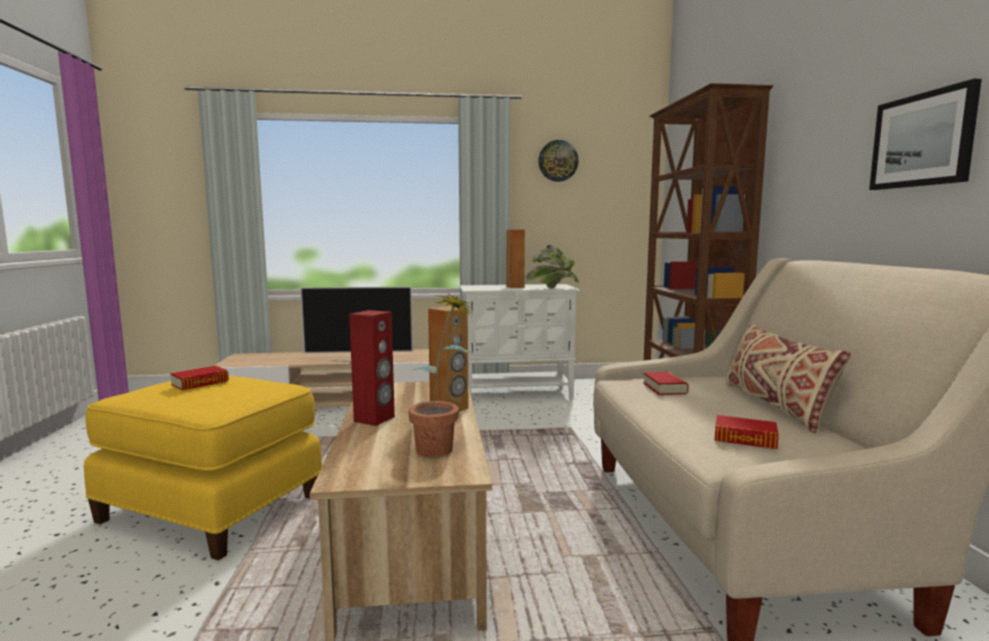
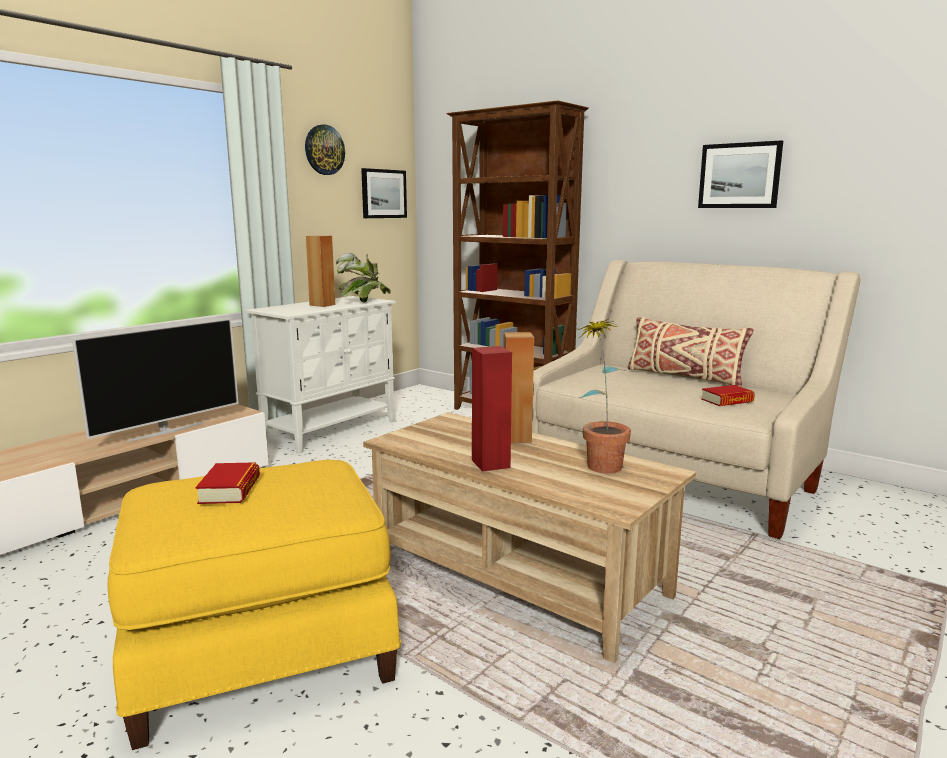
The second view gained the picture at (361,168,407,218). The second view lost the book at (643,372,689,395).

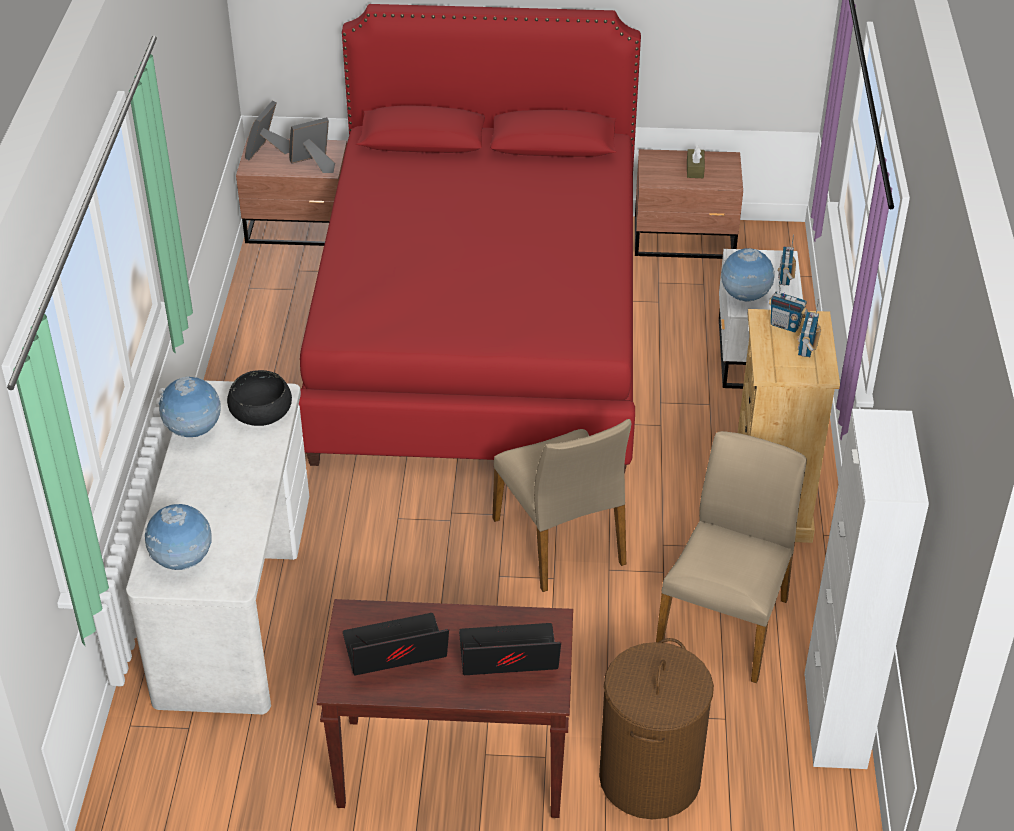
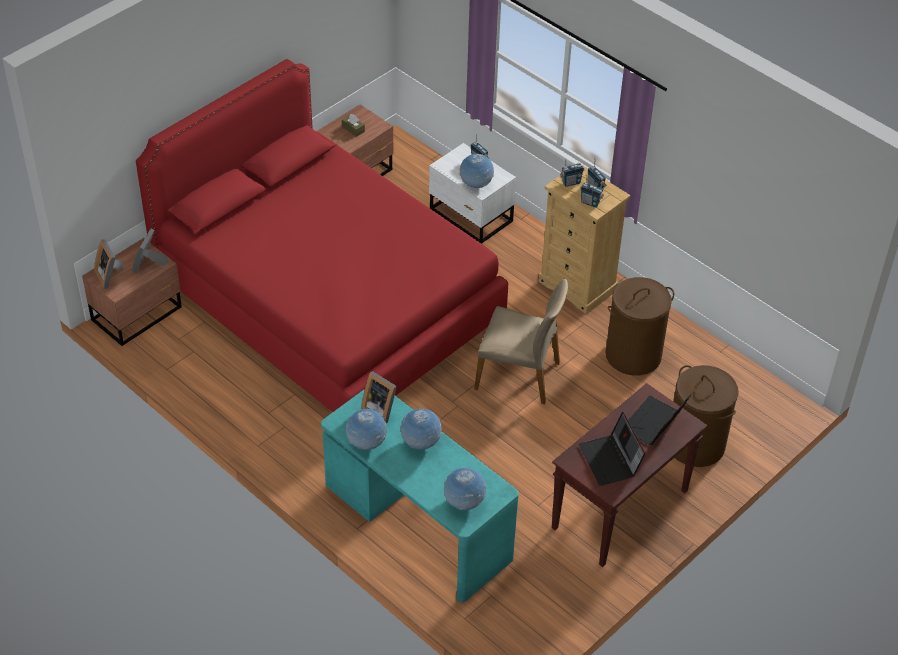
What was the white desk at (126,380,309,714) turned into the turquoise desk at (321,389,519,602). Where the black bowl stood at (227,370,292,426), the picture frame came to stand at (361,371,397,423). The second view gained the globe at (401,409,442,450). The laptop at (343,613,449,675) ended up facing another way, 45 degrees counterclockwise from before. The second view gained the radio at (580,175,604,208). Where the beige chair stood at (656,431,807,683), the brown laundry basket came to stand at (605,277,674,376). The second view lost the white cabinet at (804,409,929,769).

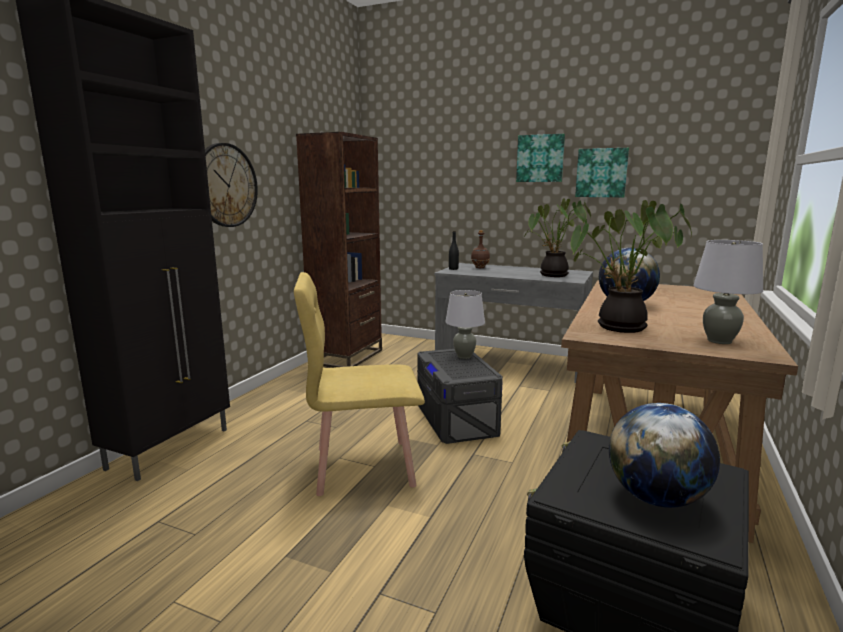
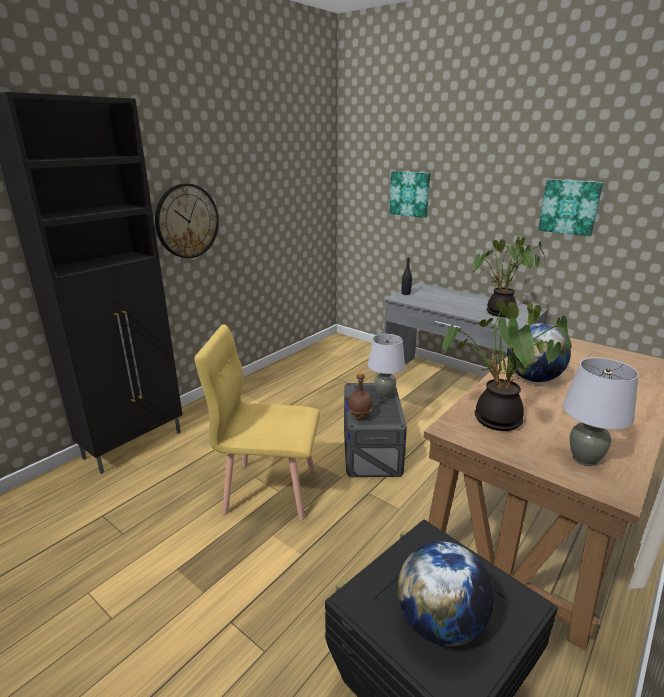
The brown bottle ended up elsewhere, having gone from (471,230,490,268) to (347,372,372,419). The picture ended up elsewhere, having gone from (516,134,565,182) to (389,171,430,218). The second view lost the brown bookcase at (296,132,382,368).

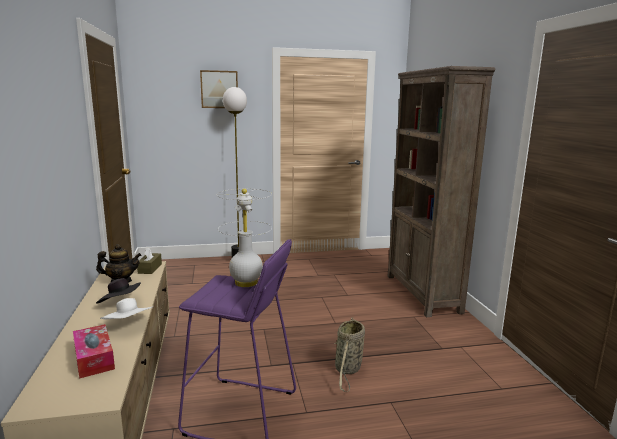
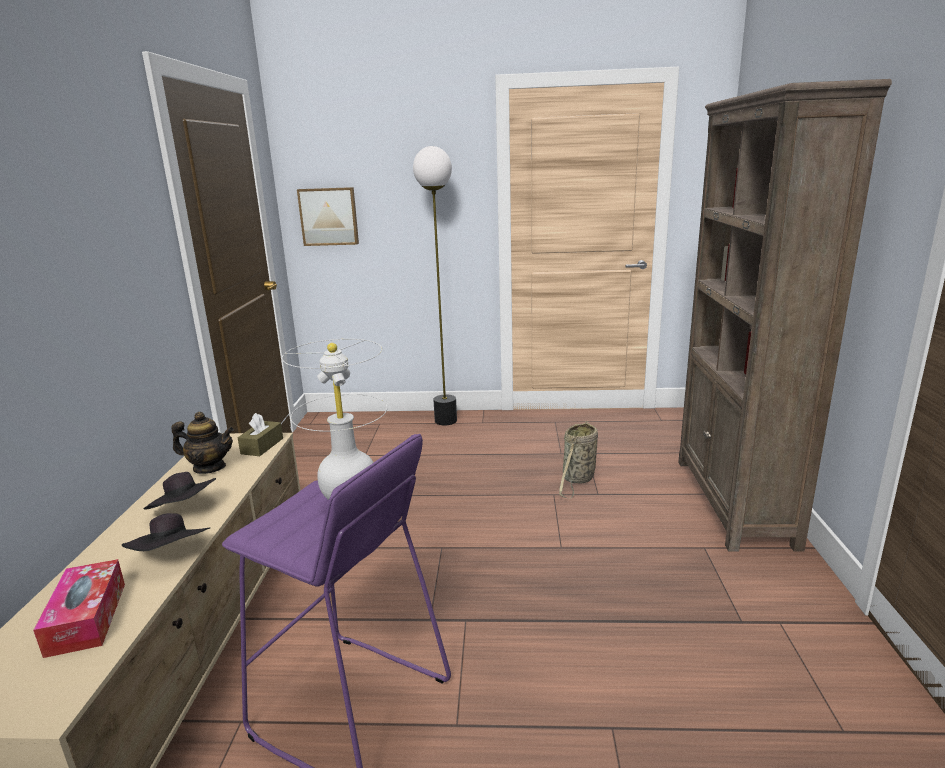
What was the white hat at (100,298,153,319) turned into the black hat at (122,513,210,551). The picture ended up elsewhere, having gone from (200,70,238,108) to (297,187,359,246). The basket ended up elsewhere, having gone from (334,317,365,392) to (559,421,598,499).

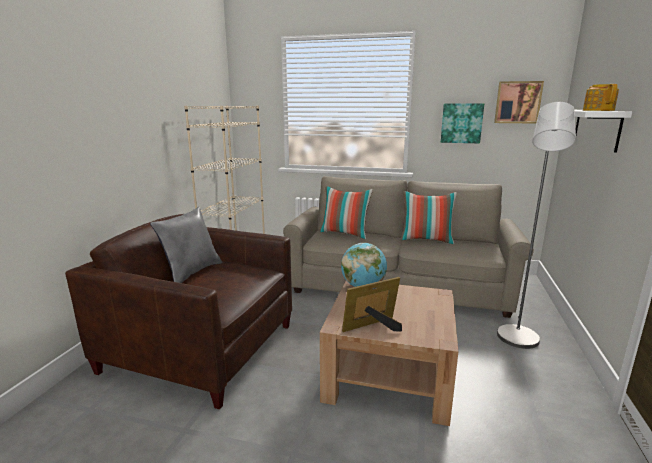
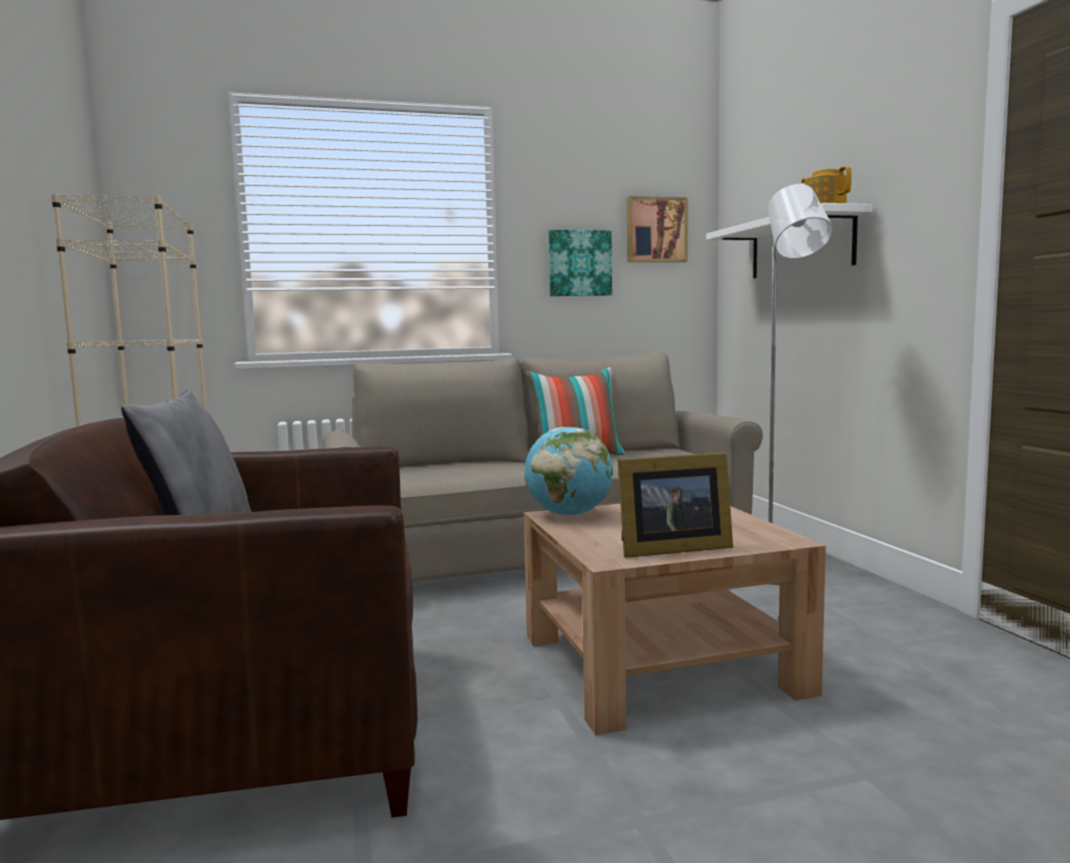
The picture frame at (342,277,402,332) ended up facing another way, 135 degrees counterclockwise from before. The second view lost the pillow at (320,186,373,239).

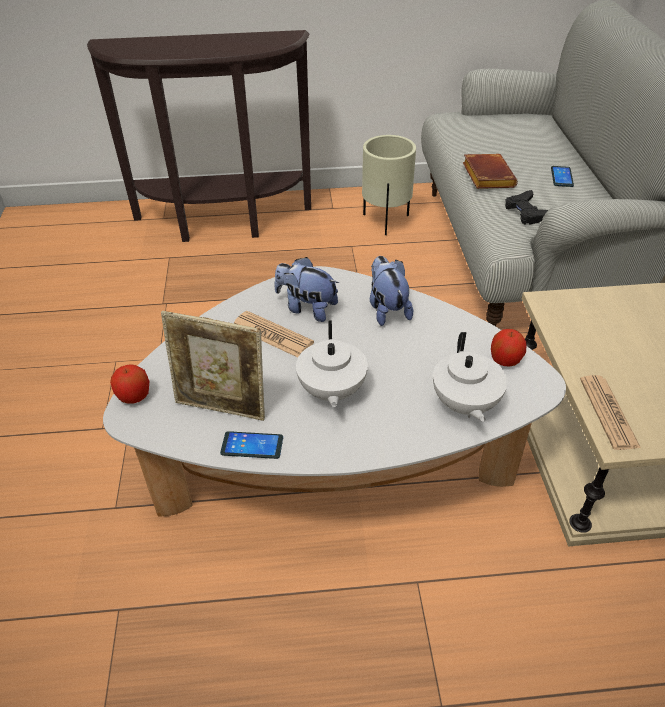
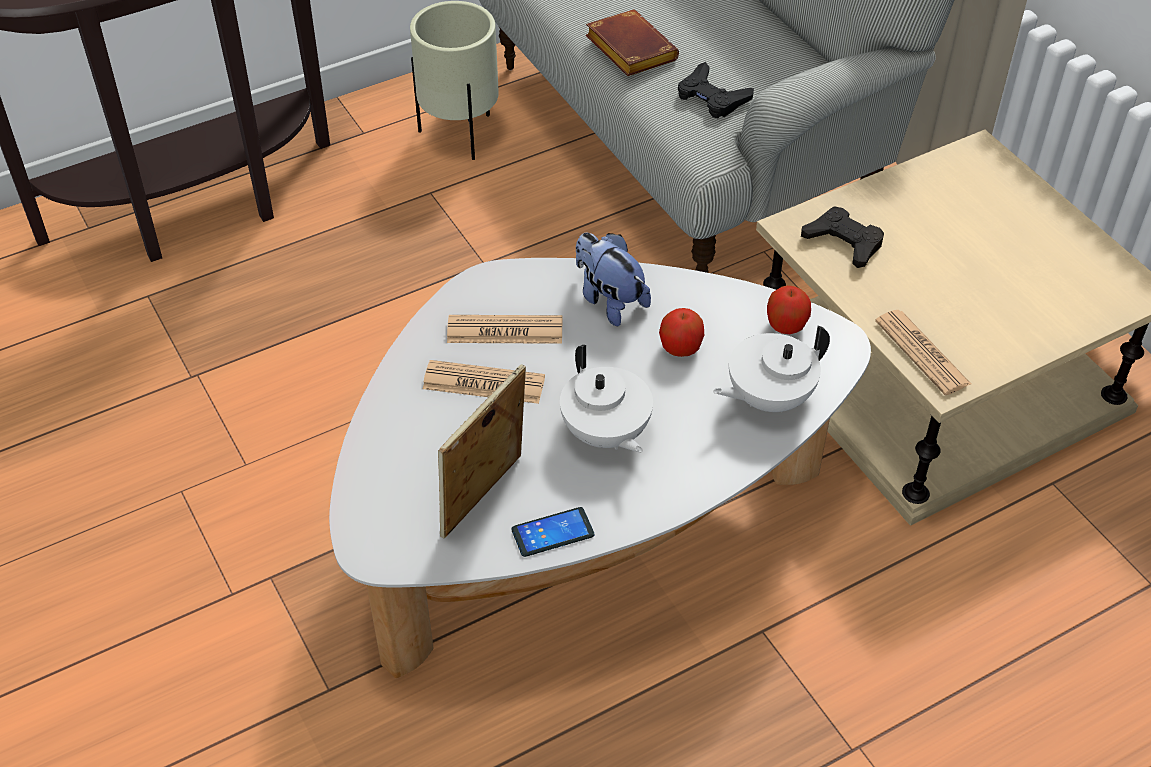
The picture frame at (161,311,265,421) ended up facing another way, 135 degrees clockwise from before. Where the plush toy stood at (274,257,339,322), the newspaper came to stand at (447,315,562,344). The apple ended up elsewhere, having gone from (110,364,149,404) to (659,308,704,357). The white teapot at (433,332,507,422) ended up facing another way, 90 degrees clockwise from before. The second view gained the black game controller at (801,206,884,268). The second view lost the phone at (551,166,574,187).

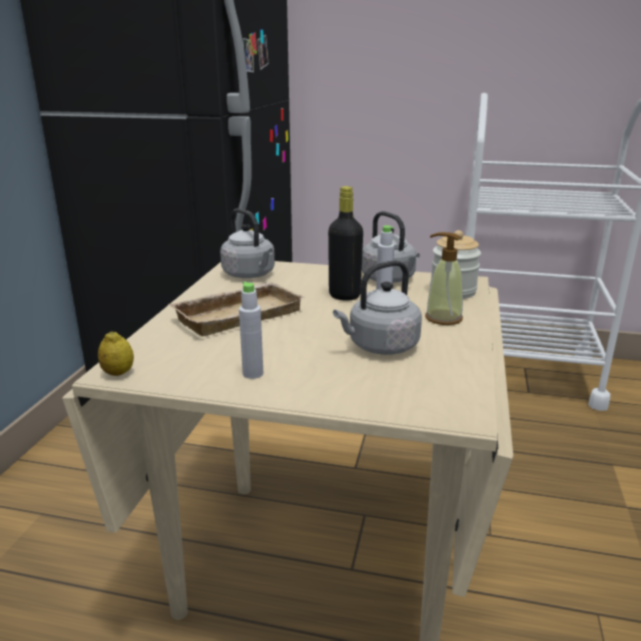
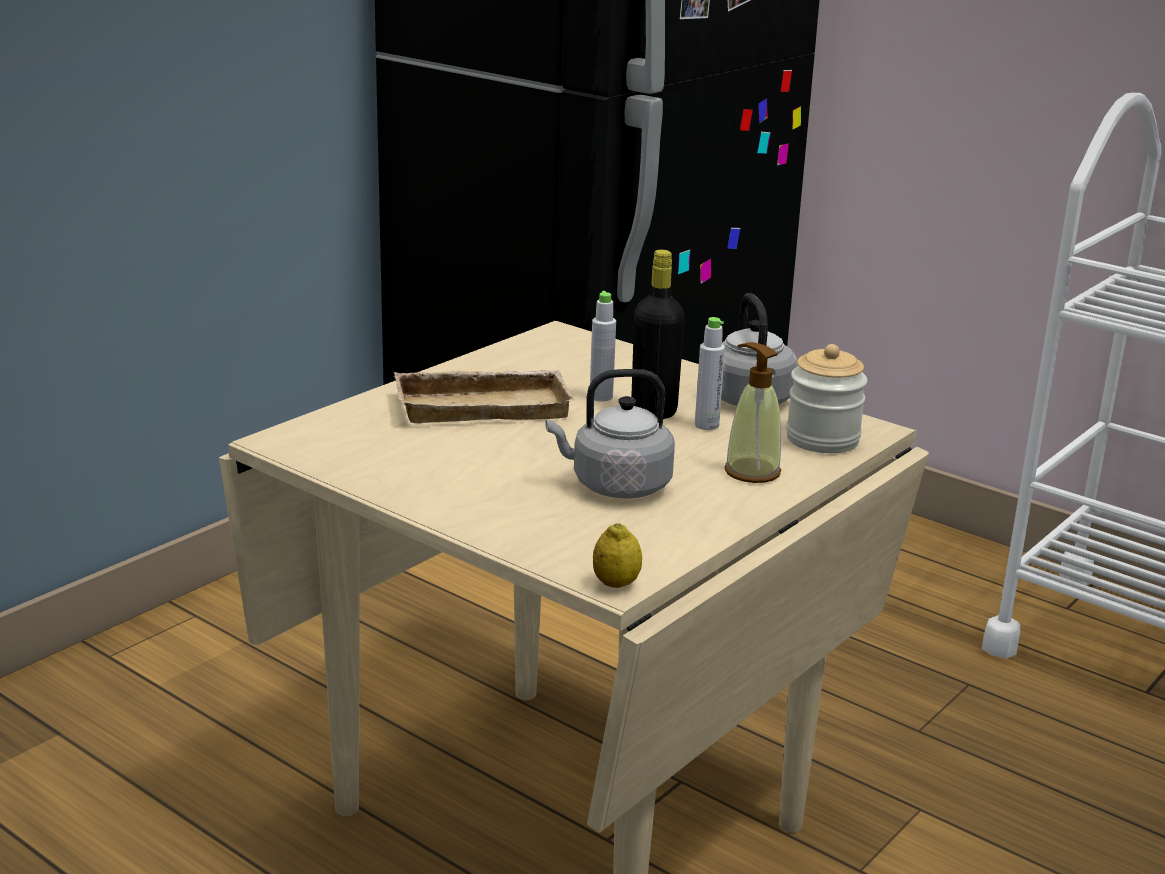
The grey bottle ended up elsewhere, having gone from (239,282,263,379) to (590,291,616,402). The lemon ended up elsewhere, having gone from (98,331,134,376) to (593,523,642,588). The second view lost the grey kettle at (220,208,275,278).

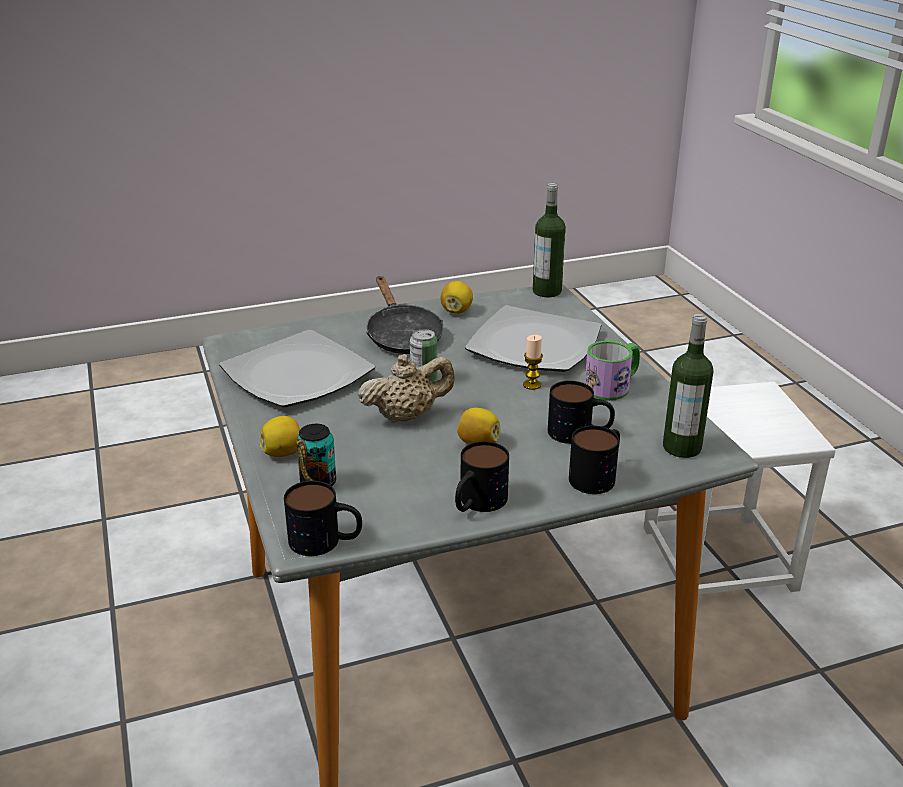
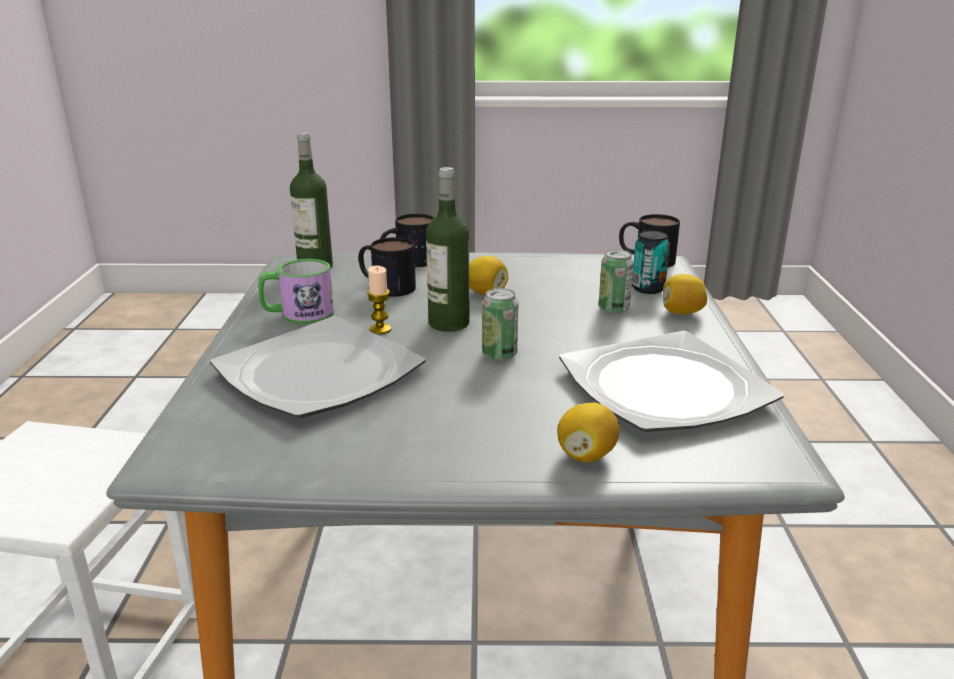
The bottle ended up elsewhere, having gone from (533,183,566,297) to (426,167,469,332). The lemon ended up elsewhere, having gone from (441,281,473,314) to (557,403,620,463). The second view gained the can at (599,249,634,314). The second view lost the beige teapot at (358,354,454,423). The second view lost the black frying pan at (366,276,444,354). The second view lost the mug at (455,441,509,512).

